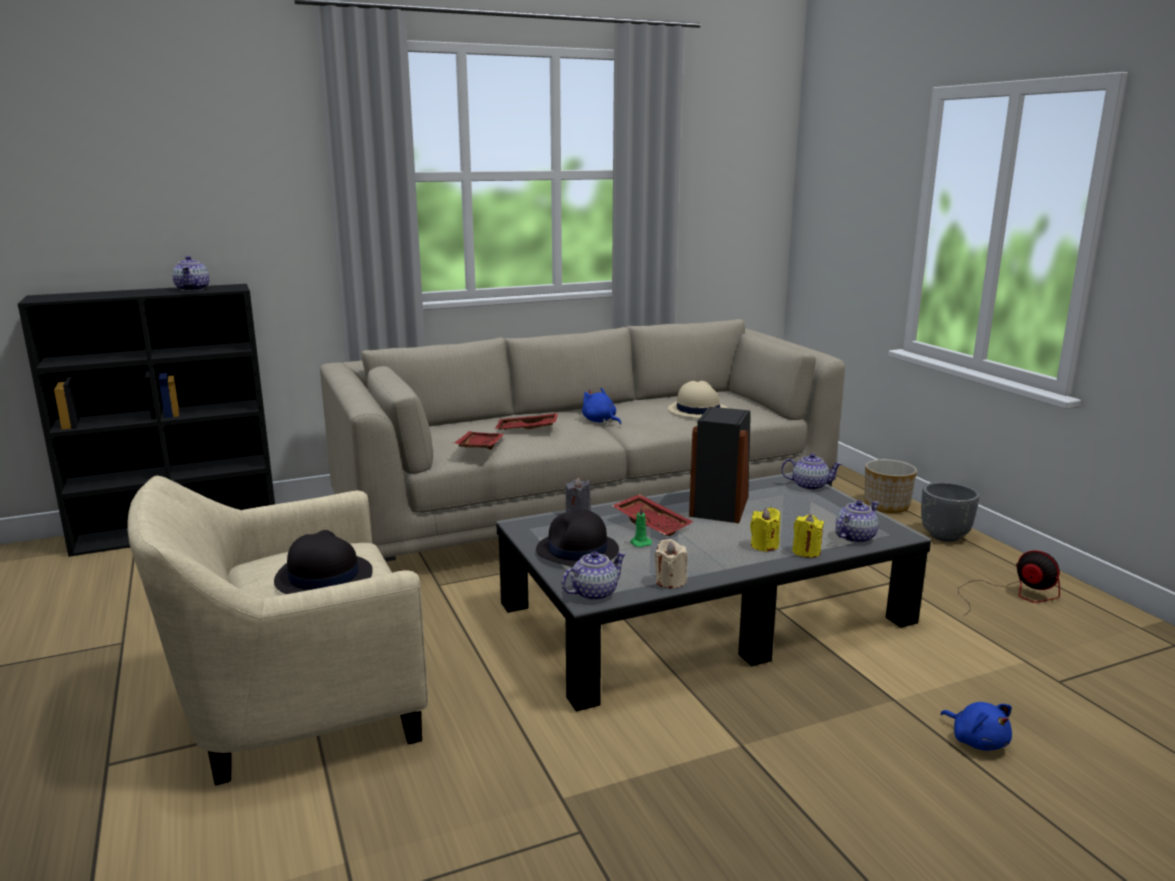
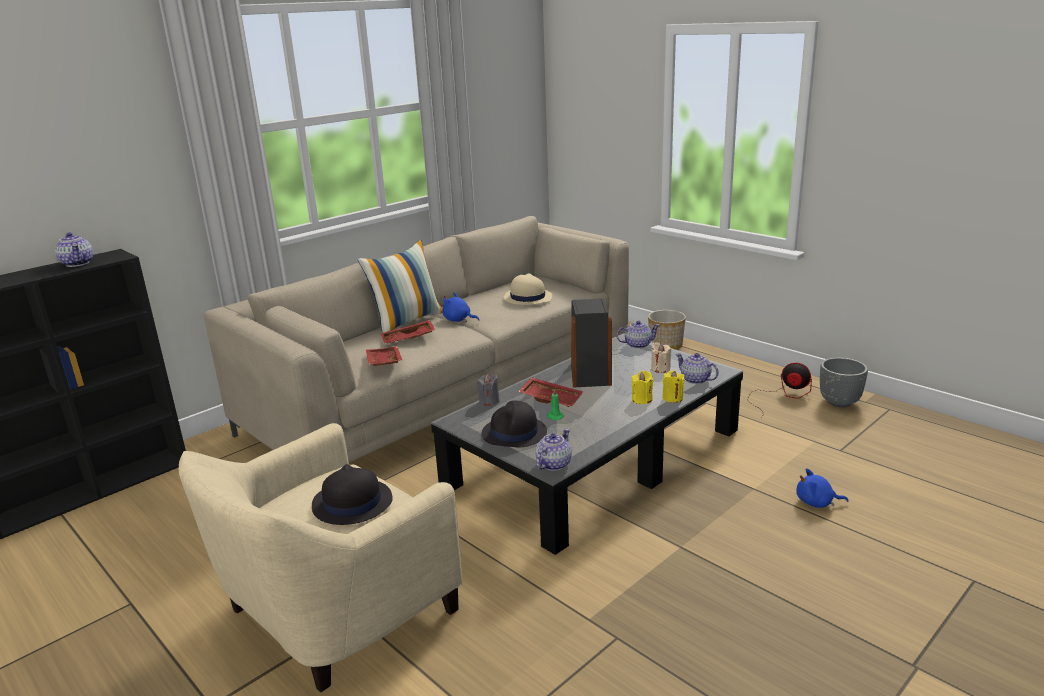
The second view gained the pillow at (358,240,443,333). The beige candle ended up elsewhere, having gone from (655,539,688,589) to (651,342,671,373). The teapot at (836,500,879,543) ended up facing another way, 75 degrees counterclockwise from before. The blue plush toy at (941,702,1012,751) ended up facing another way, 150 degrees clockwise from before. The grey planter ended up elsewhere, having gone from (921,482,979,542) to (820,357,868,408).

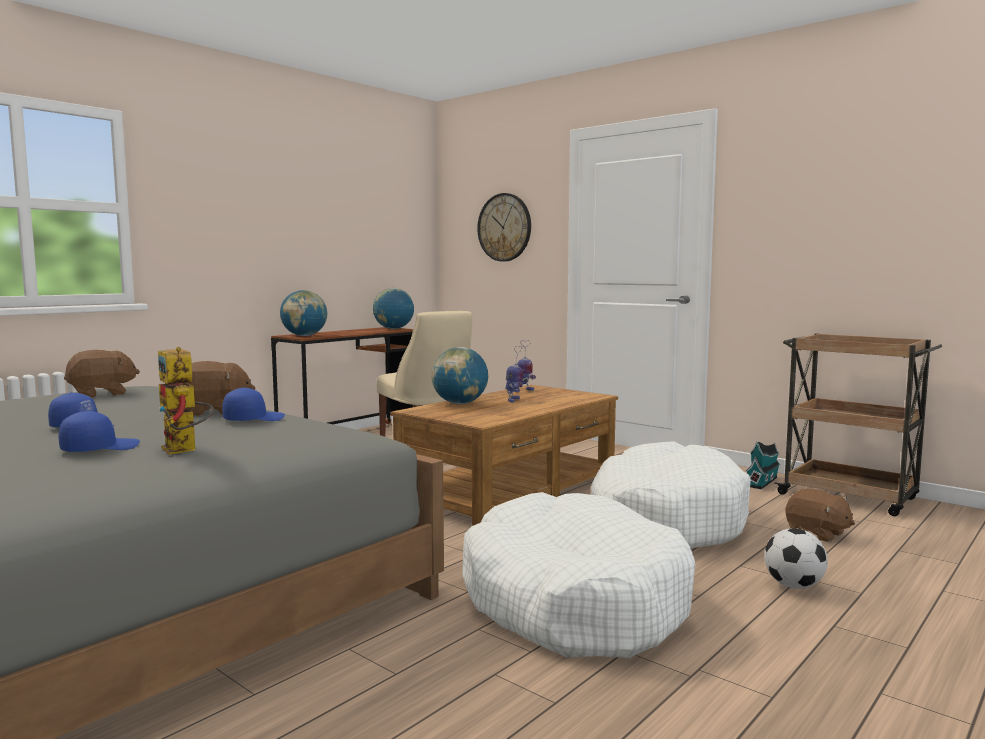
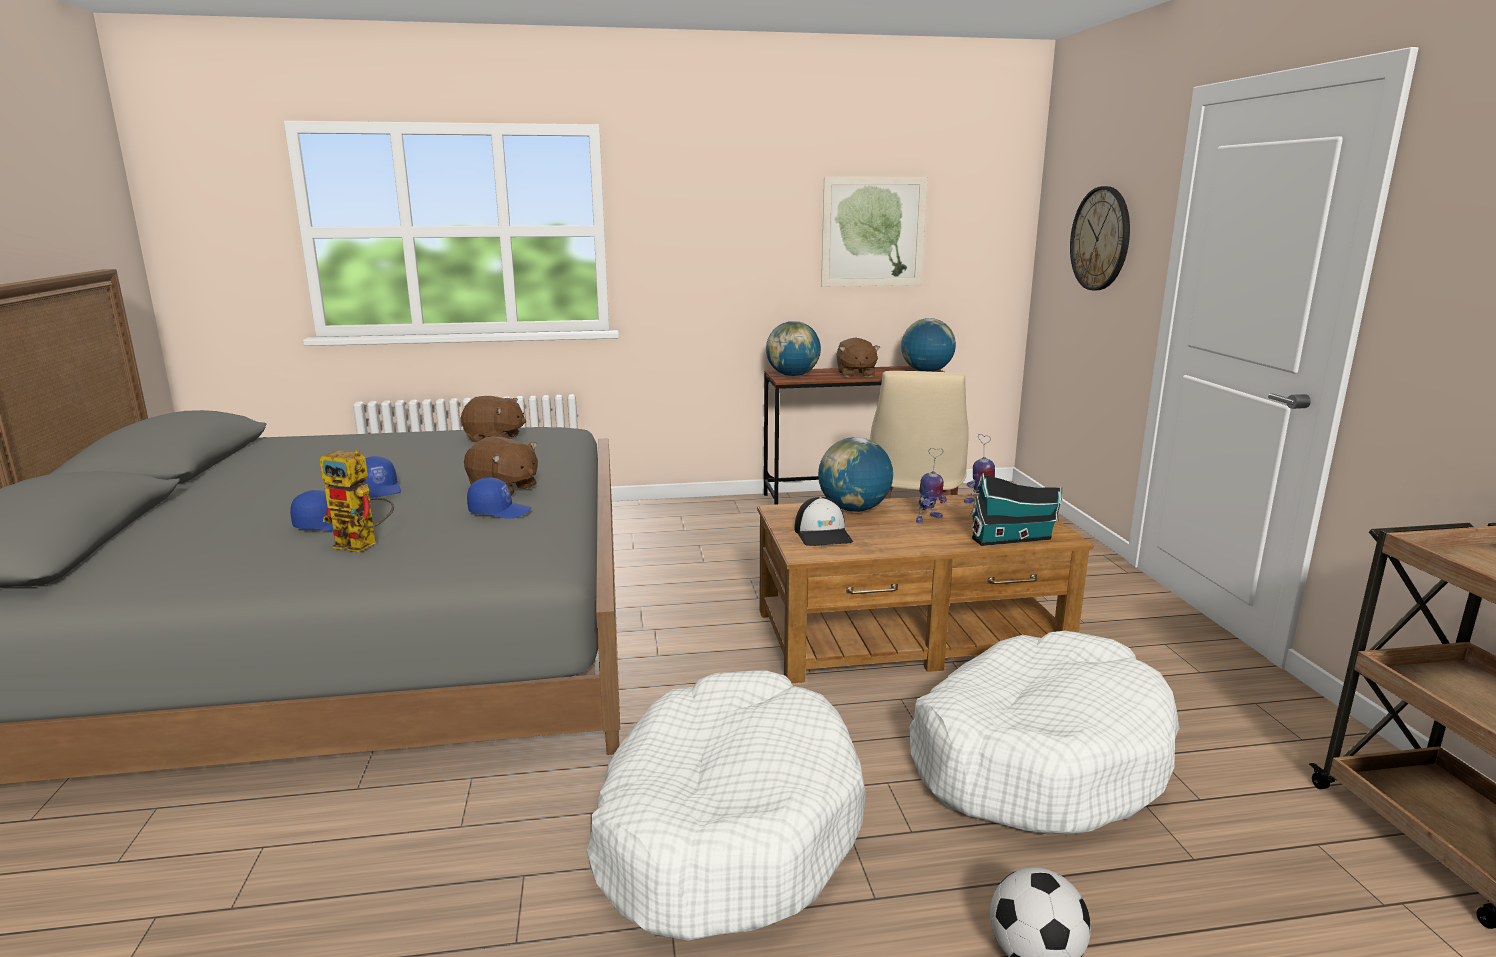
The toy robot at (158,347,214,455) ended up facing another way, 75 degrees counterclockwise from before. The second view gained the cap at (794,497,853,546). The second view gained the picture at (821,177,928,287). The brown plush toy ended up elsewhere, having gone from (785,489,855,542) to (836,338,880,378). The toy house ended up elsewhere, having gone from (745,441,781,489) to (970,473,1063,546).

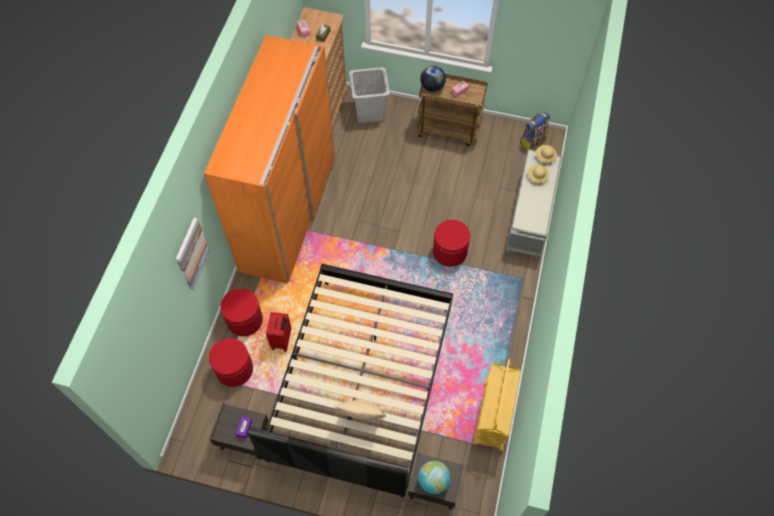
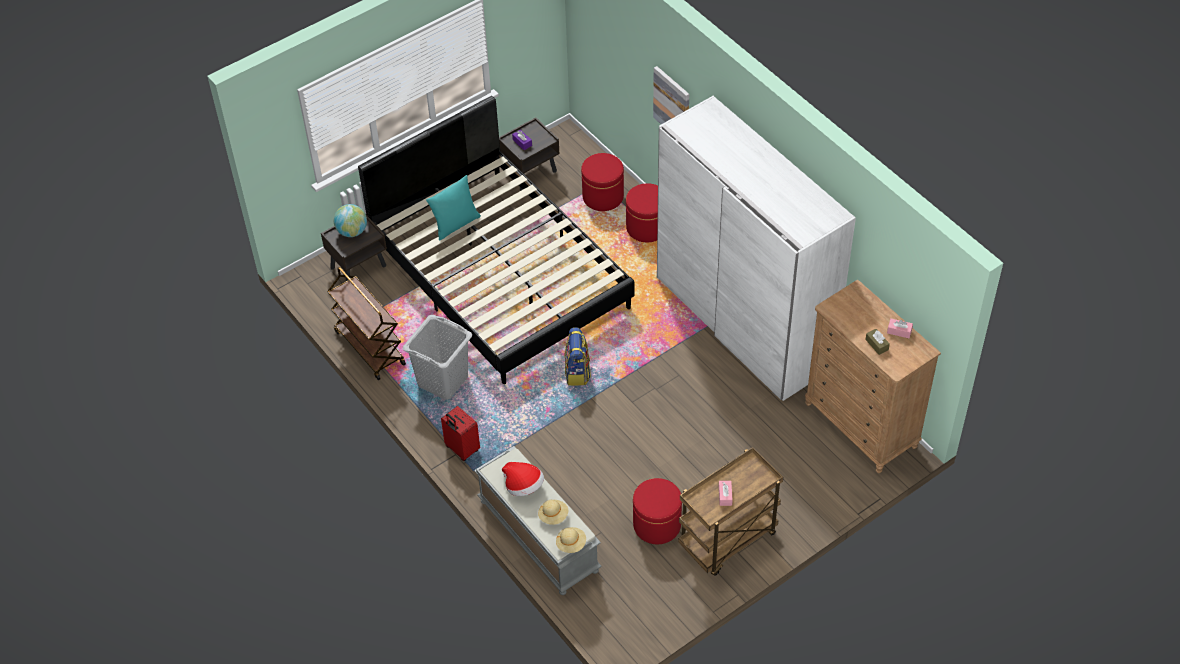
What was the yellow cart at (473,359,521,452) turned into the brown cart at (327,267,406,380). The grey laundry basket ended up elsewhere, having gone from (349,67,390,123) to (403,315,472,400). What was the beige pillow at (334,401,386,420) turned into the turquoise pillow at (426,175,481,241). The red suitcase ended up elsewhere, having gone from (266,312,291,352) to (441,406,480,461). The second view gained the hat at (502,462,544,496). The backpack ended up elsewhere, having gone from (520,111,550,150) to (565,327,591,386). The red ottoman ended up elsewhere, having gone from (433,220,470,267) to (633,478,682,544). What was the orange wardrobe at (204,35,335,284) turned into the white wardrobe at (657,96,856,401). The second view lost the globe at (420,66,446,92).

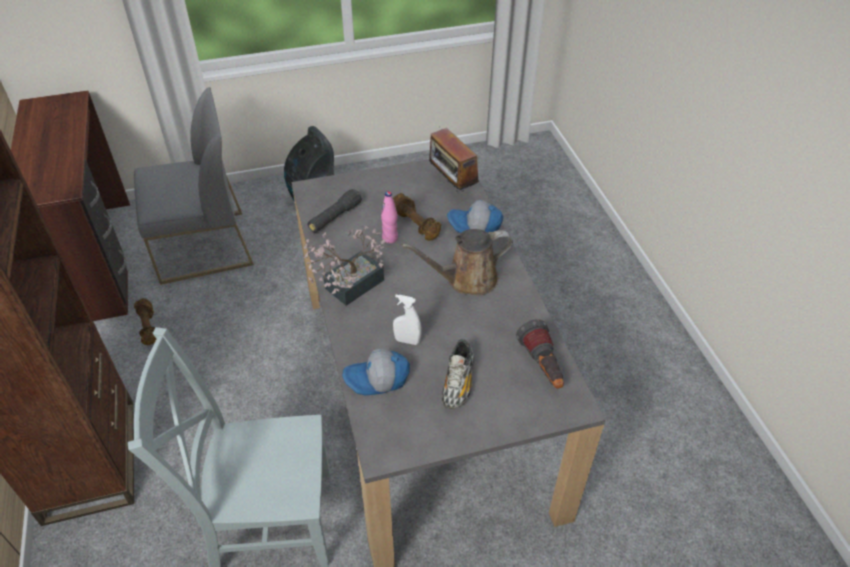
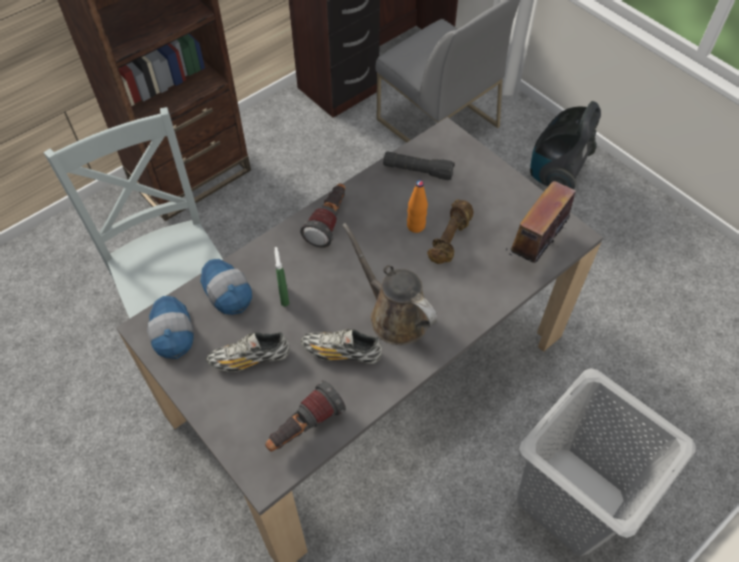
The cap ended up elsewhere, having gone from (447,200,503,233) to (147,296,194,359). What was the white spray bottle at (393,295,422,345) turned into the green spray bottle at (275,247,289,306). Where the potted plant stood at (304,226,385,306), the flashlight came to stand at (300,183,345,248). The second view gained the shoe at (301,329,382,364). What was the pink bottle at (381,191,398,243) turned into the orange bottle at (407,180,428,233). The second view gained the grey laundry basket at (517,368,696,556). The second view lost the brown dumbbell at (134,298,156,345).

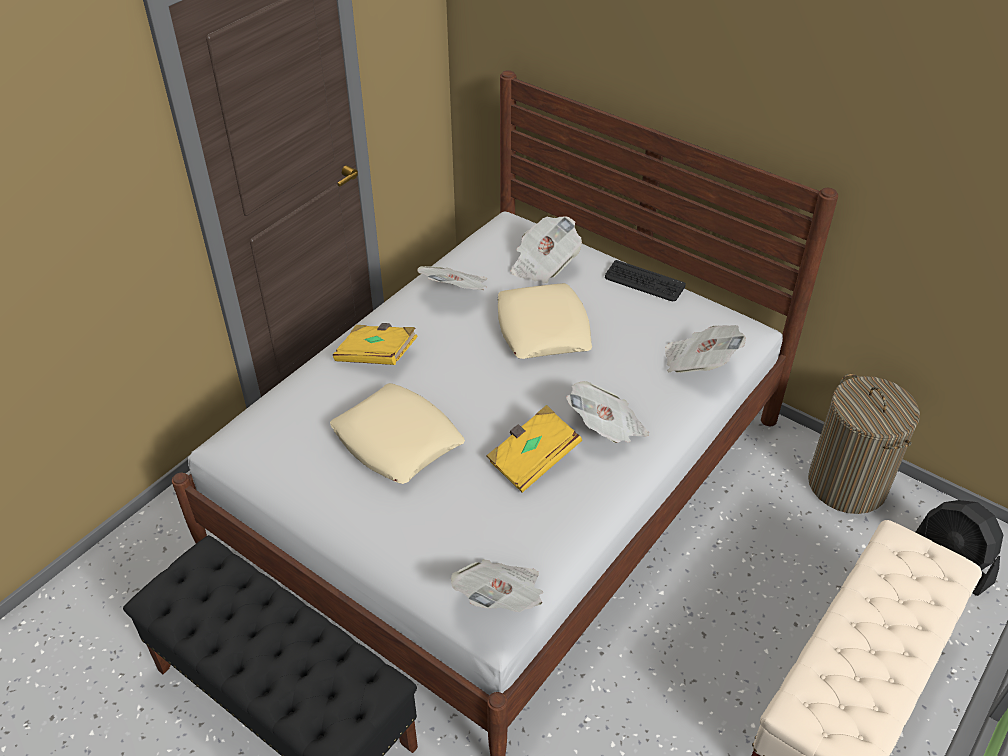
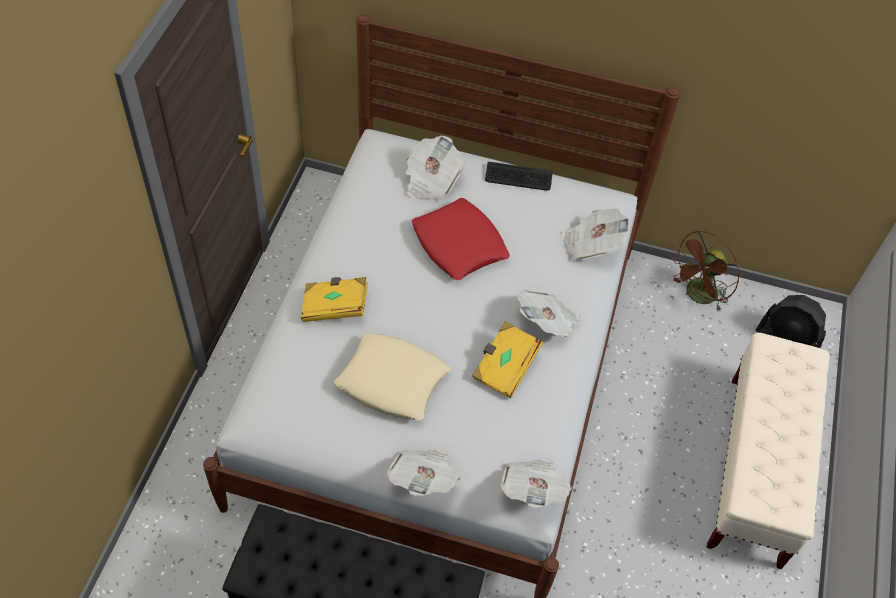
The newspaper ended up elsewhere, having gone from (418,266,487,290) to (387,449,460,496). What was the beige pillow at (498,283,592,359) turned into the red pillow at (412,198,510,280). Where the laundry basket stood at (808,374,920,514), the brown fan came to stand at (671,230,739,310).

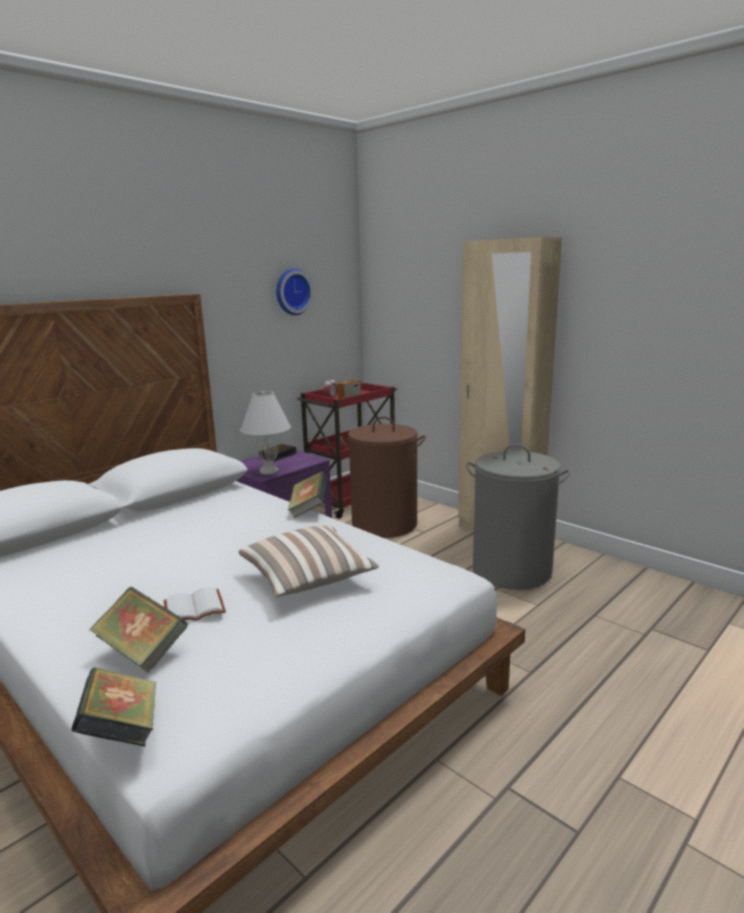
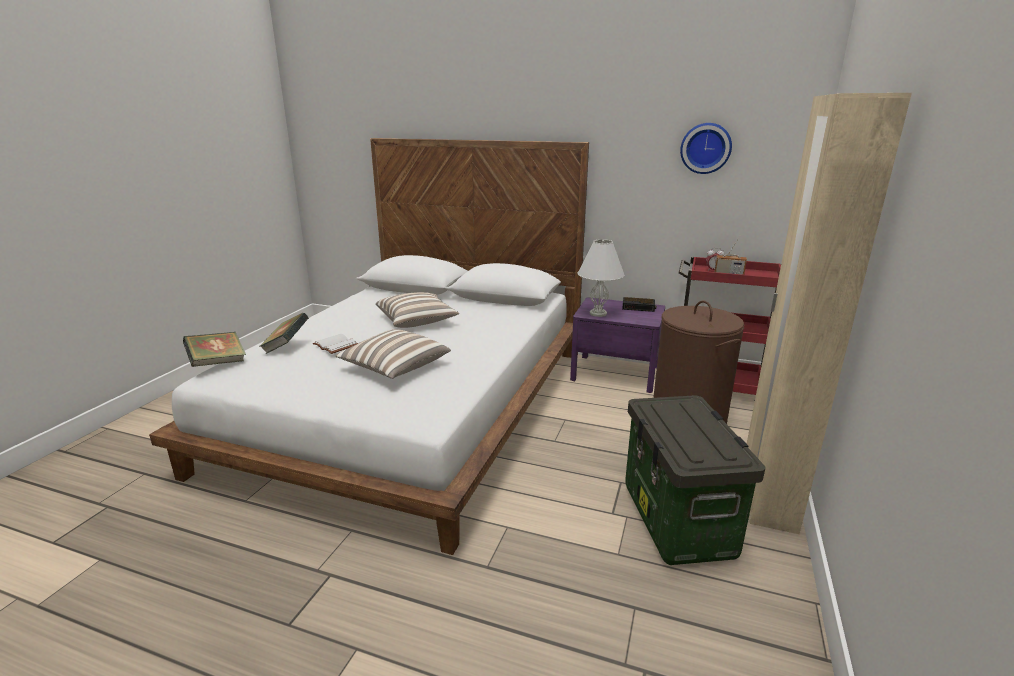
The second view gained the pillow at (376,292,459,328). Where the grey laundry basket stood at (466,444,571,590), the storage box came to stand at (625,395,765,565). The second view lost the book at (288,471,327,518).

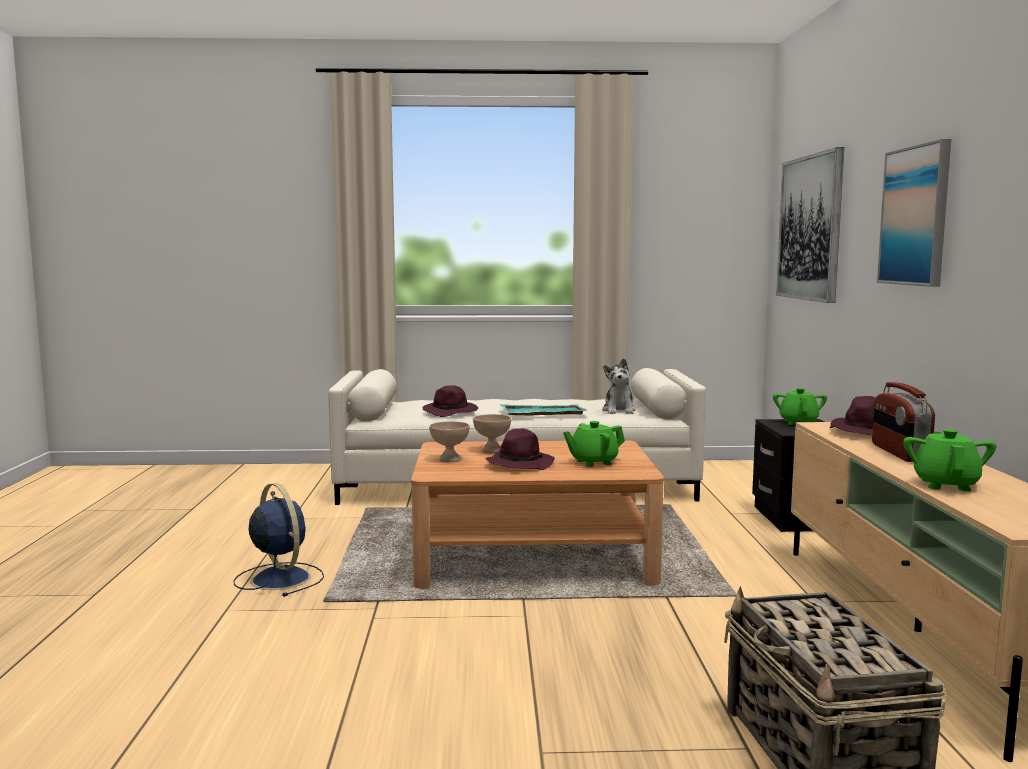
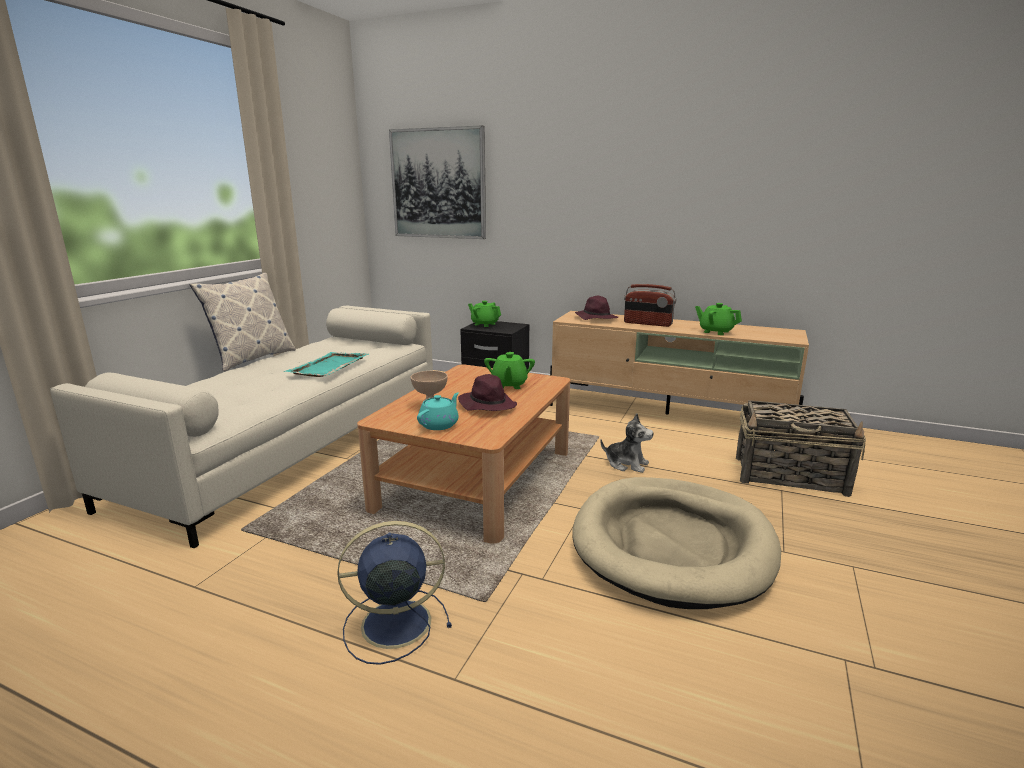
The second view gained the pillow at (190,273,296,372). Where the beige bowl stood at (429,421,470,462), the turquoise teapot came to stand at (417,392,459,430). The second view gained the beige dog bed at (572,477,781,609). The plush toy ended up elsewhere, having gone from (602,358,636,414) to (600,413,654,473). The second view lost the purple hat at (422,385,478,417). The second view lost the picture at (877,139,951,287).

